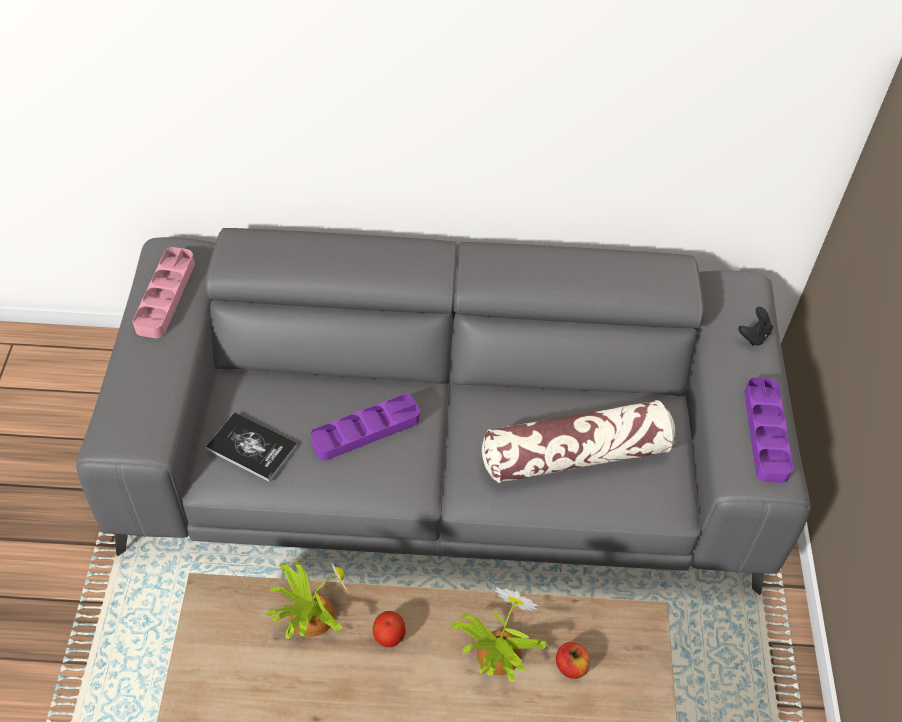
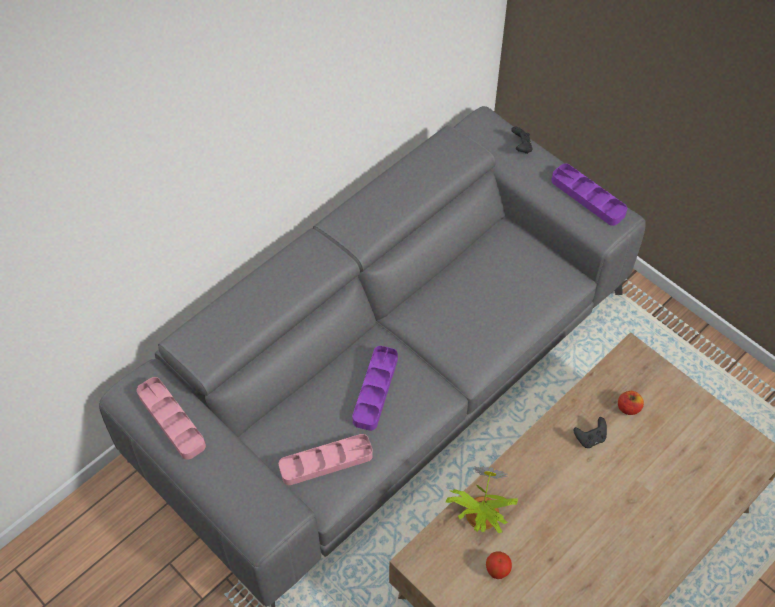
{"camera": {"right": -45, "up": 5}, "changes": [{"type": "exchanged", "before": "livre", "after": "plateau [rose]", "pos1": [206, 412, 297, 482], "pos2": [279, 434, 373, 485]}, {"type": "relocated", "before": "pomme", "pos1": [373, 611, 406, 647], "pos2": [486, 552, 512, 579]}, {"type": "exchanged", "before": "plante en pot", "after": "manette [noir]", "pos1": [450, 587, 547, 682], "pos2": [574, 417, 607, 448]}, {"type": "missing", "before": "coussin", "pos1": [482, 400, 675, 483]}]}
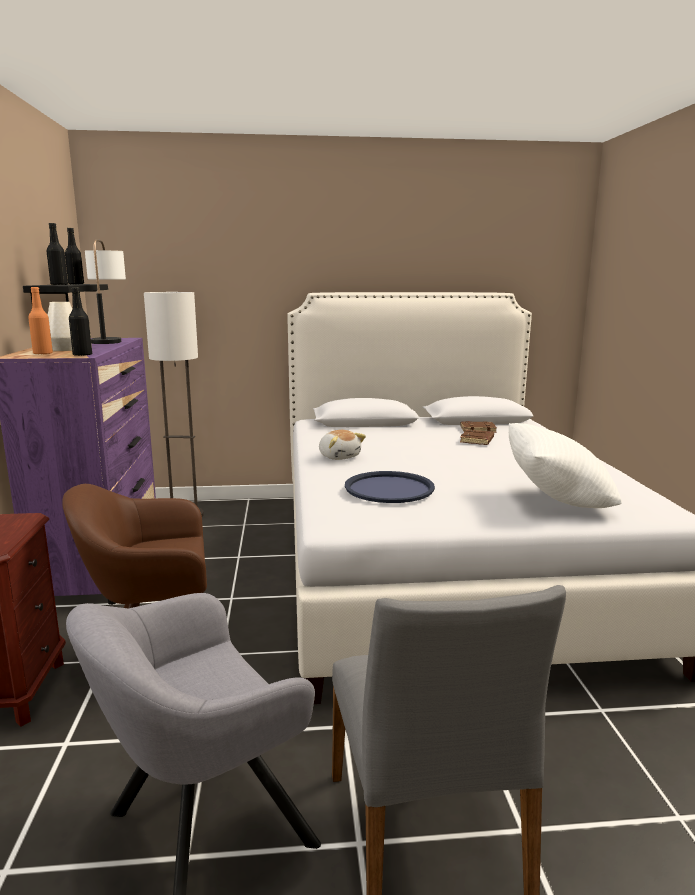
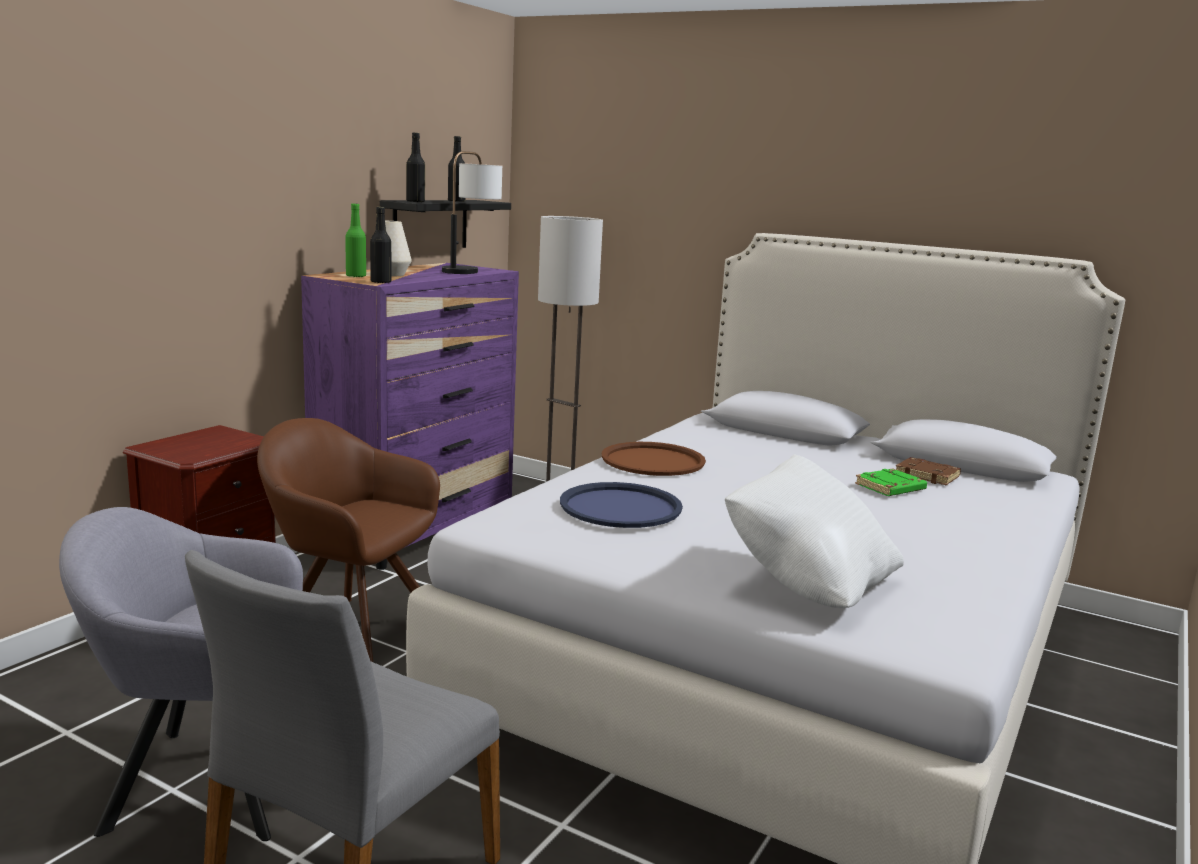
{"camera": {"right": 35, "up": 0}, "changes": [{"type": "colour", "before": "bouteille [orange]", "after": "bouteille [vert]", "pos1": [28, 287, 53, 355], "pos2": [345, 204, 366, 277]}, {"type": "exchanged", "before": "peluche", "after": "plateau [marron]", "pos1": [319, 430, 366, 460], "pos2": [602, 442, 706, 476]}, {"type": "colour", "before": "livre [marron]", "after": "livre [vert]", "pos1": [460, 429, 494, 445], "pos2": [855, 468, 927, 496]}]}
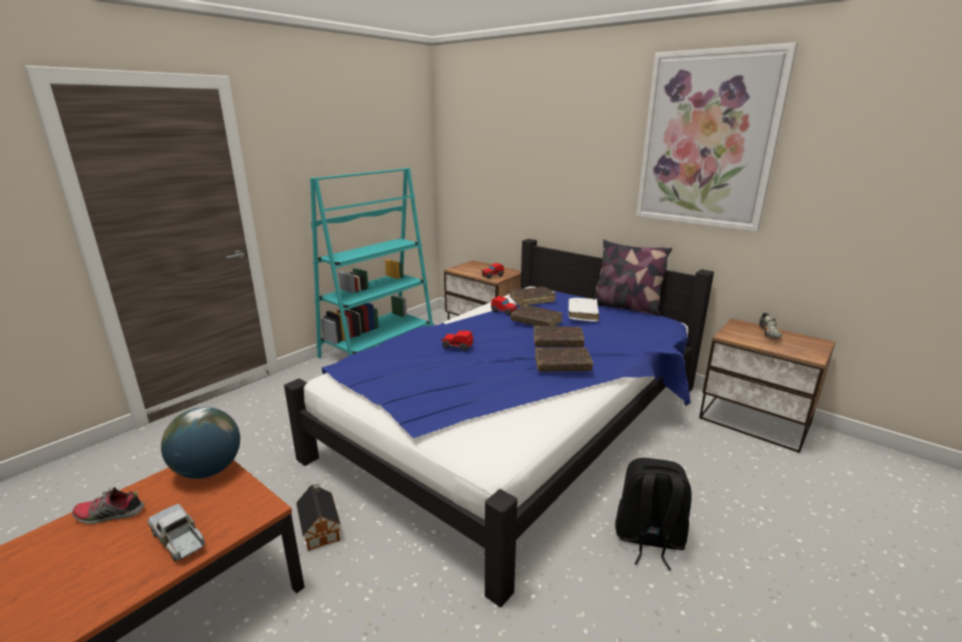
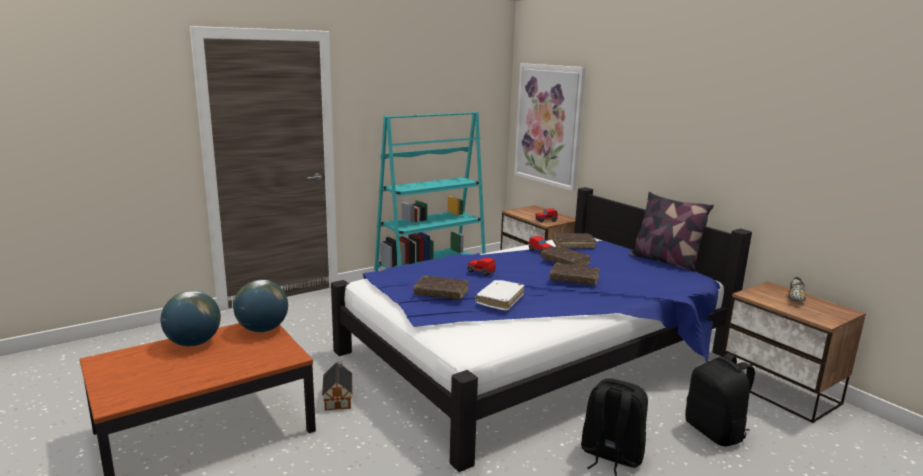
{"camera": {"right": 15, "up": -5}, "changes": [{"type": "exchanged", "before": "chaussure", "after": "globe", "pos1": [72, 486, 145, 524], "pos2": [161, 291, 221, 346]}, {"type": "missing", "before": "camion jouet", "pos1": [148, 504, 205, 561]}, {"type": "relocated", "before": "livre [marron]", "pos1": [535, 347, 593, 372], "pos2": [414, 275, 469, 300]}, {"type": "relocated", "before": "livre [blanc]", "pos1": [568, 298, 599, 322], "pos2": [475, 280, 524, 311]}, {"type": "relocated", "before": "tableau", "pos1": [636, 42, 798, 232], "pos2": [514, 63, 586, 191]}, {"type": "appeared", "after": "sac à dos [noir]", "pos2": [685, 353, 755, 446]}]}
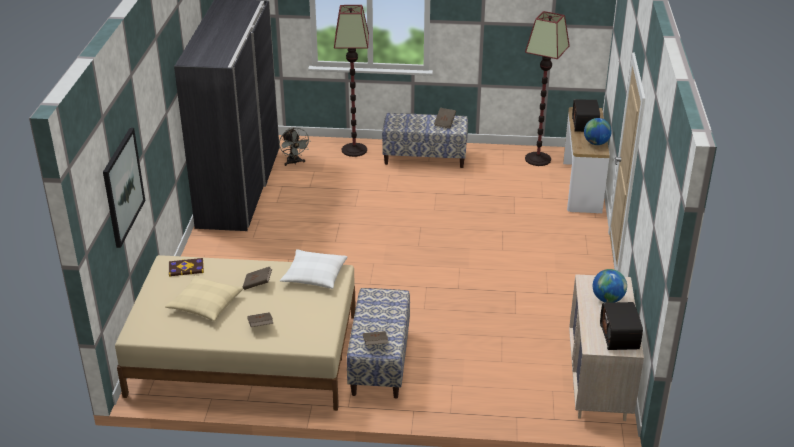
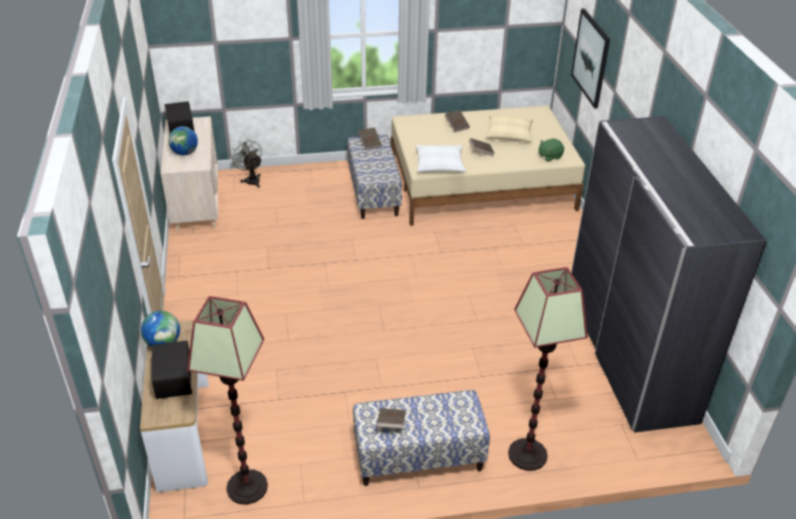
{"camera": {"right": 165, "up": 5}, "changes": [{"type": "exchanged", "before": "livre", "after": "peluche [vert]", "pos1": [169, 258, 204, 277], "pos2": [538, 138, 564, 162]}, {"type": "relocated", "before": "ventilateur [gris]", "pos1": [279, 128, 310, 166], "pos2": [232, 138, 262, 188]}]}
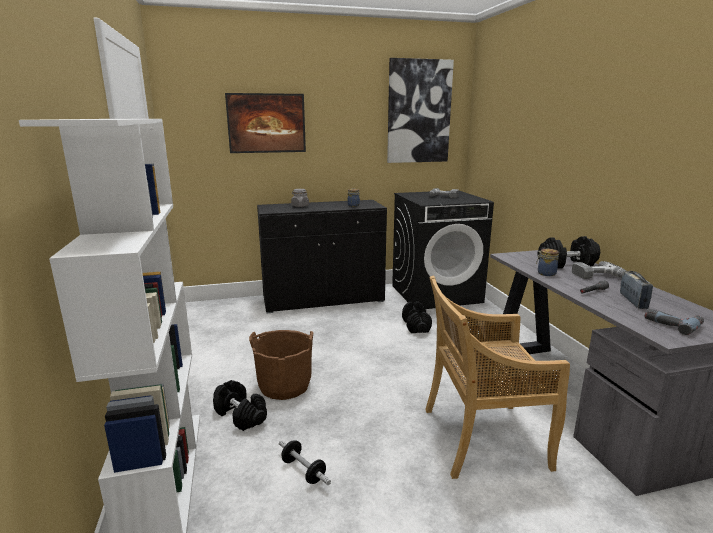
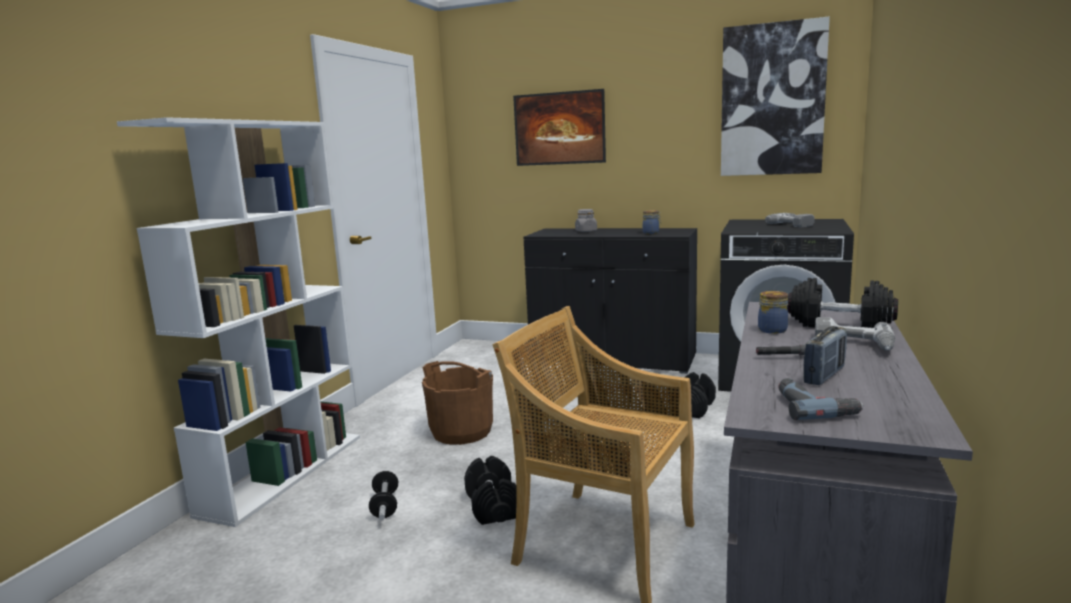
{"camera": {"right": 35, "up": -5}, "changes": [{"type": "relocated", "before": "haltère [noir]", "pos1": [213, 380, 267, 431], "pos2": [464, 456, 517, 525]}]}
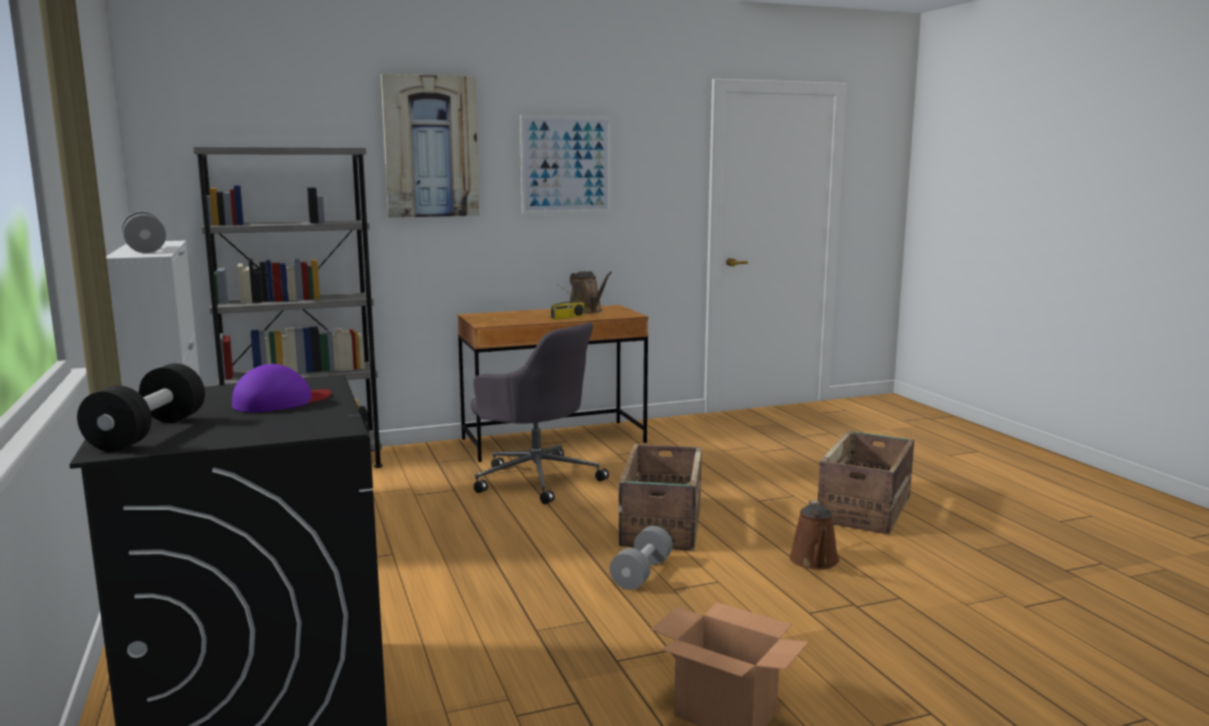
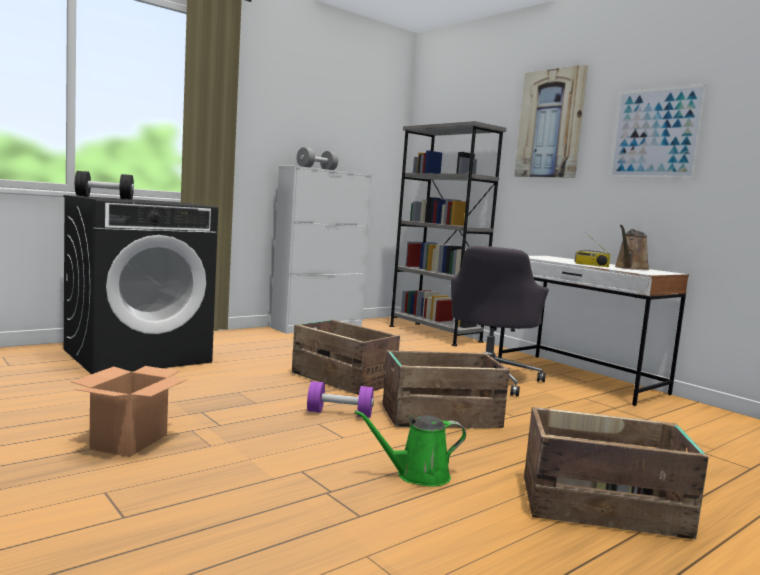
{"camera": {"right": 70, "up": -5}, "changes": [{"type": "missing", "before": "casquette [violet]", "pos1": [232, 364, 331, 413]}, {"type": "colour", "before": "bureau [marron]", "after": "bureau [blanc]", "pos1": [457, 305, 648, 462], "pos2": [498, 256, 689, 406]}, {"type": "colour", "before": "haltère [gris]", "after": "haltère [violet]", "pos1": [610, 526, 672, 590], "pos2": [307, 381, 374, 418]}, {"type": "colour", "before": "arrosoir [marron]", "after": "arrosoir [vert]", "pos1": [789, 501, 840, 570], "pos2": [355, 410, 466, 487]}, {"type": "appeared", "after": "caisse", "pos2": [292, 320, 400, 395]}]}
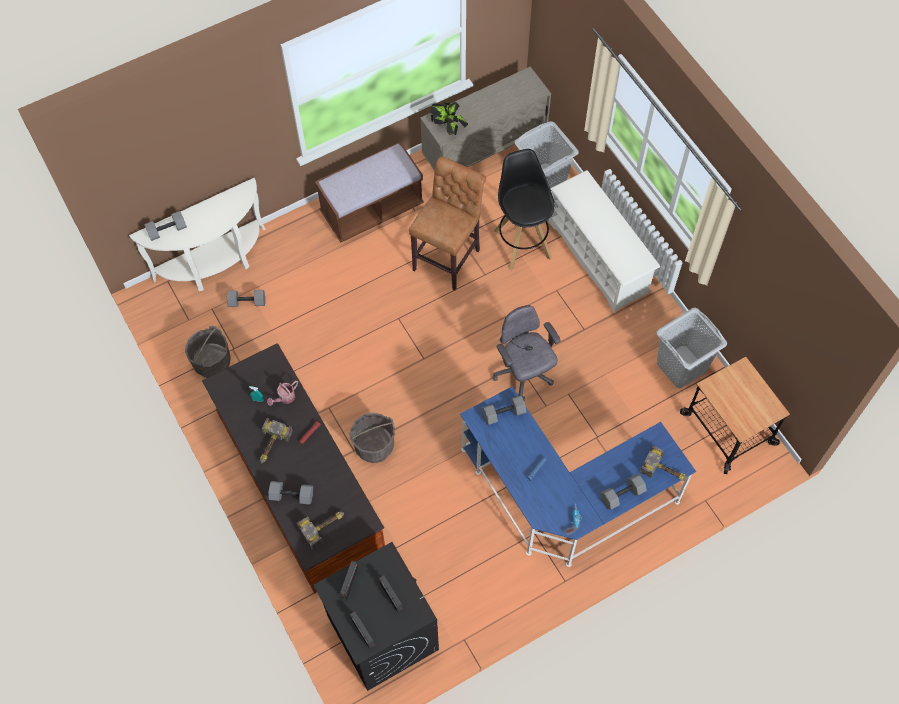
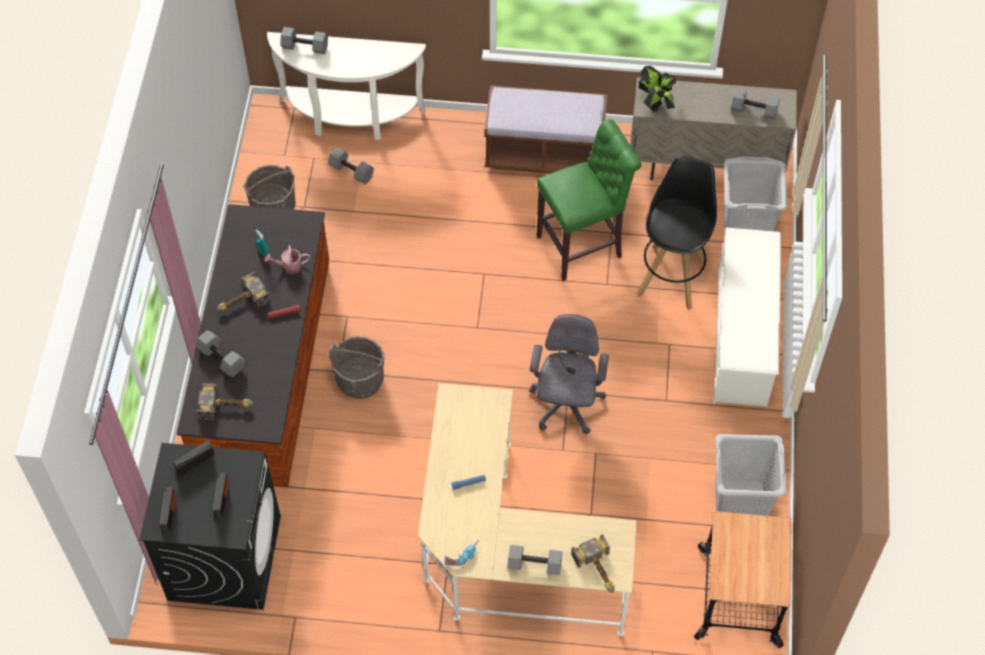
{"camera": {"right": 35, "up": -5}, "changes": [{"type": "colour", "before": "tabouret [marron]", "after": "tabouret [vert]", "pos1": [409, 156, 486, 291], "pos2": [537, 119, 641, 281]}, {"type": "colour", "before": "bureau [bleu]", "after": "bureau [beige]", "pos1": [460, 386, 696, 567], "pos2": [418, 383, 637, 636]}, {"type": "relocated", "before": "haltère [gris]", "pos1": [482, 396, 527, 425], "pos2": [731, 89, 780, 120]}]}
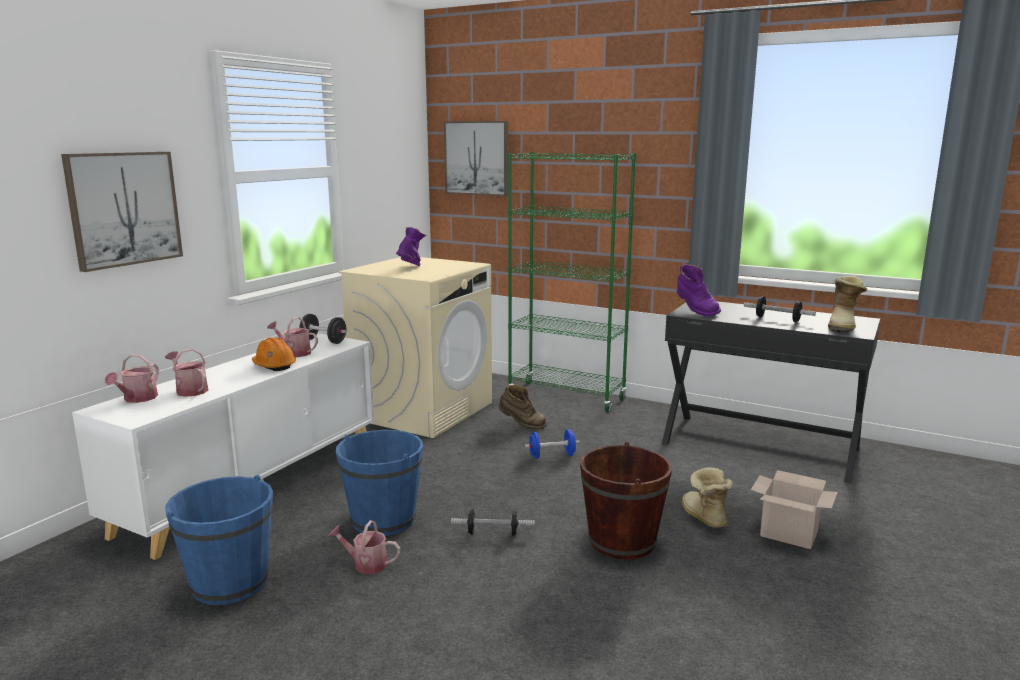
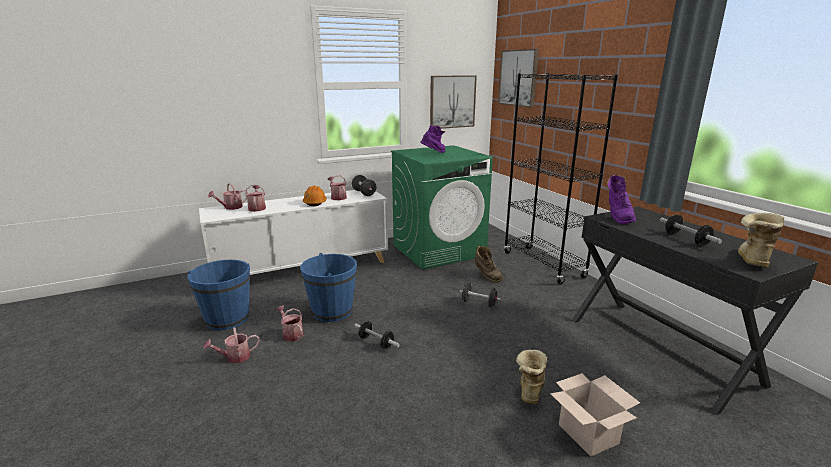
{"camera": {"right": 35, "up": 5}, "changes": [{"type": "relocated", "before": "tableau", "pos1": [61, 152, 183, 272], "pos2": [430, 75, 477, 129]}, {"type": "colour", "before": "lave-linge [beige]", "after": "lave-linge [vert]", "pos1": [338, 257, 492, 438], "pos2": [391, 145, 493, 270]}, {"type": "colour", "before": "bibliothèque [vert]", "after": "bibliothèque [noir]", "pos1": [507, 152, 636, 413], "pos2": [504, 73, 618, 284]}, {"type": "colour", "before": "haltère [bleu]", "after": "haltère [noir]", "pos1": [525, 429, 580, 459], "pos2": [459, 283, 500, 308]}, {"type": "missing", "before": "seau [marron]", "pos1": [580, 442, 672, 560]}, {"type": "spun", "before": "botte", "pos1": [828, 276, 867, 332], "pos2": [738, 213, 784, 268], "turn": 150}, {"type": "appeared", "after": "arrosoir", "pos2": [203, 327, 260, 363]}]}
